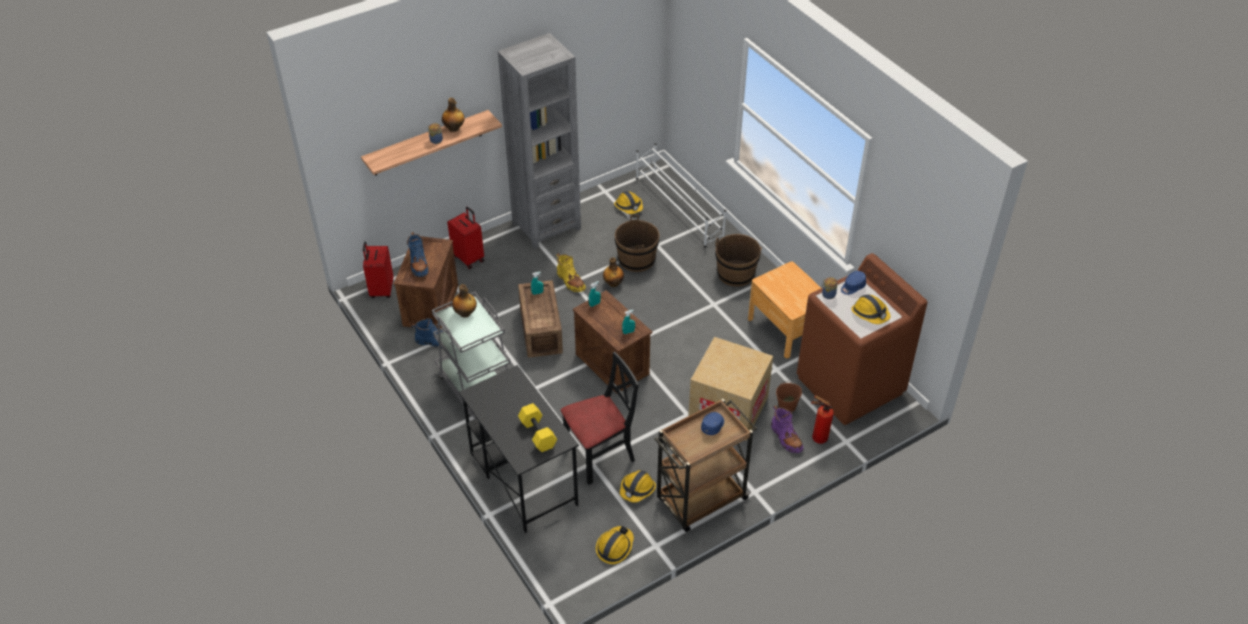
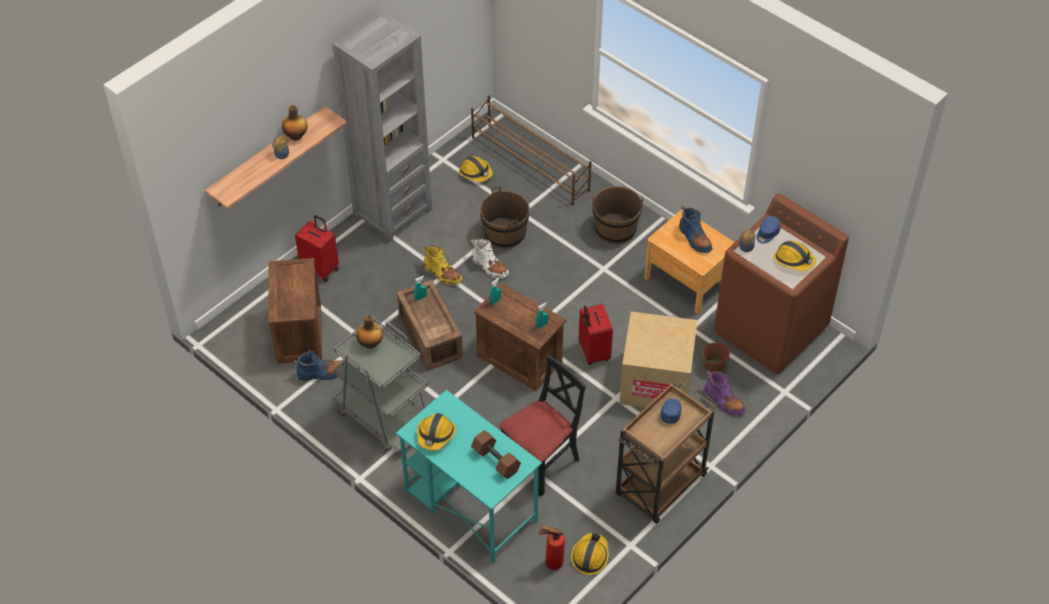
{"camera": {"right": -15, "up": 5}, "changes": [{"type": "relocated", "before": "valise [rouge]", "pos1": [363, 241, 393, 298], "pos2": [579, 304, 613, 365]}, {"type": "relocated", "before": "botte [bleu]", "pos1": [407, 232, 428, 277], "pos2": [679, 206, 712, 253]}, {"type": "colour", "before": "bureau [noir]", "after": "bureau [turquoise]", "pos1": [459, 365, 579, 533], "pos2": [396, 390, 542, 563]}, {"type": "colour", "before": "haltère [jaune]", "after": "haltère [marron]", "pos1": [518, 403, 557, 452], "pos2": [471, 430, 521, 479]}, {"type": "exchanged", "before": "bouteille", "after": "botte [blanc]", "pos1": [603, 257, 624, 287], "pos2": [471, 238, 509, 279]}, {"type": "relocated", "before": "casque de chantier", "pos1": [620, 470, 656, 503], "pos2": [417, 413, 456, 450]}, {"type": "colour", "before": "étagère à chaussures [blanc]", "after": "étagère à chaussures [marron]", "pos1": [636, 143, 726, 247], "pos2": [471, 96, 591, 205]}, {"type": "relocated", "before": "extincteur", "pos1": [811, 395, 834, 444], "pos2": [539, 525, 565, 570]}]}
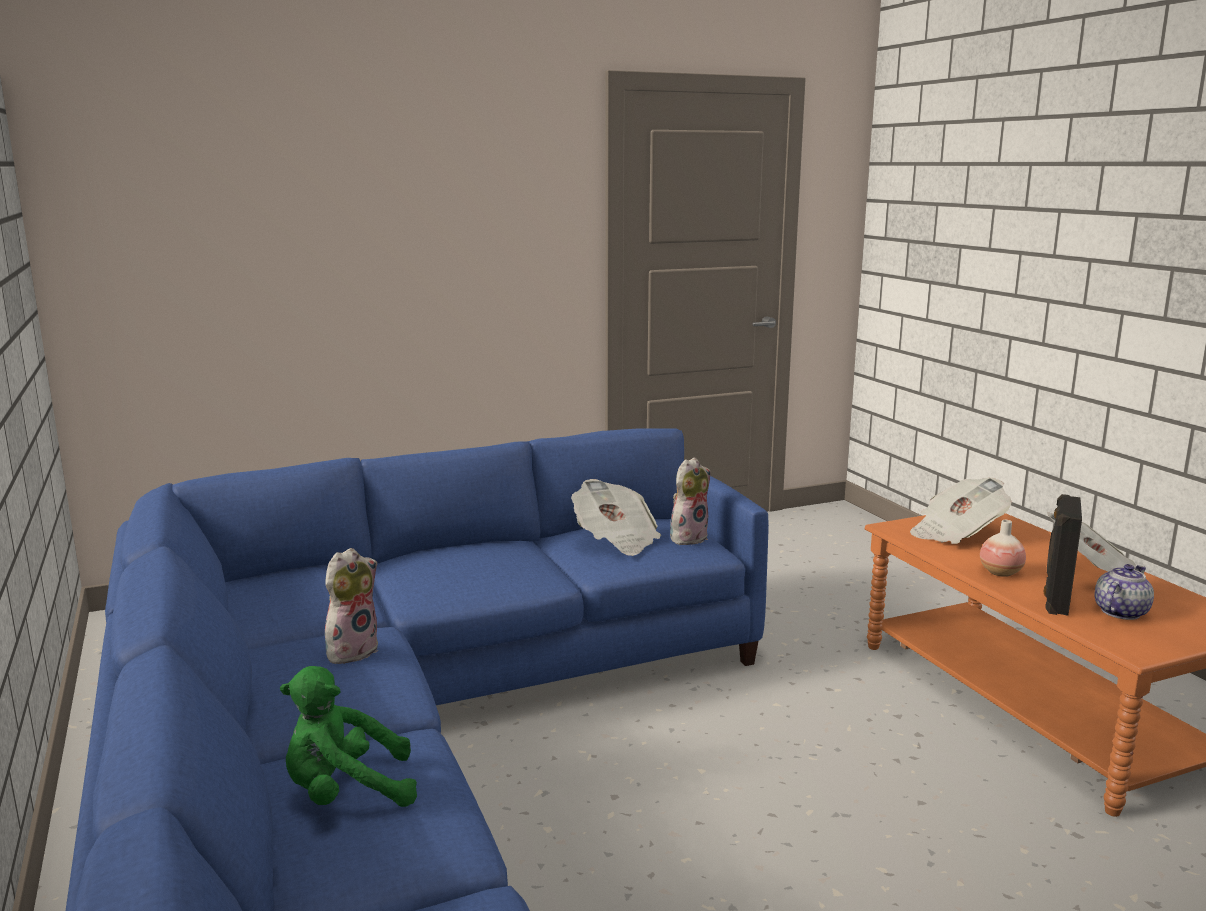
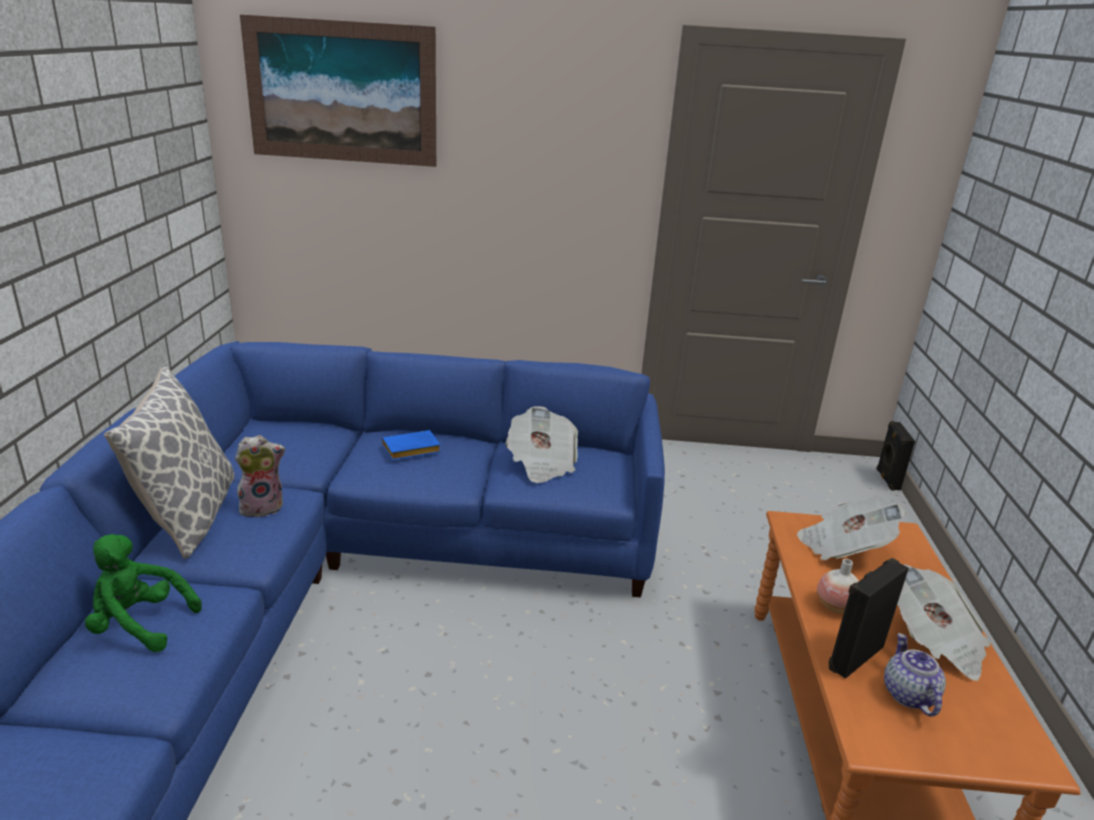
{"camera": {"right": 25, "up": 10}, "changes": [{"type": "missing", "before": "peluche", "pos1": [670, 457, 711, 545]}, {"type": "spun", "before": "théière", "pos1": [1095, 564, 1154, 620], "pos2": [884, 633, 946, 716], "turn": -75}, {"type": "appeared", "after": "coussin", "pos2": [104, 367, 235, 559]}, {"type": "appeared", "after": "tableau", "pos2": [240, 15, 436, 167]}, {"type": "appeared", "after": "livre [bleu]", "pos2": [382, 430, 441, 460]}, {"type": "appeared", "after": "enceinte [noir]", "pos2": [876, 421, 915, 491]}]}
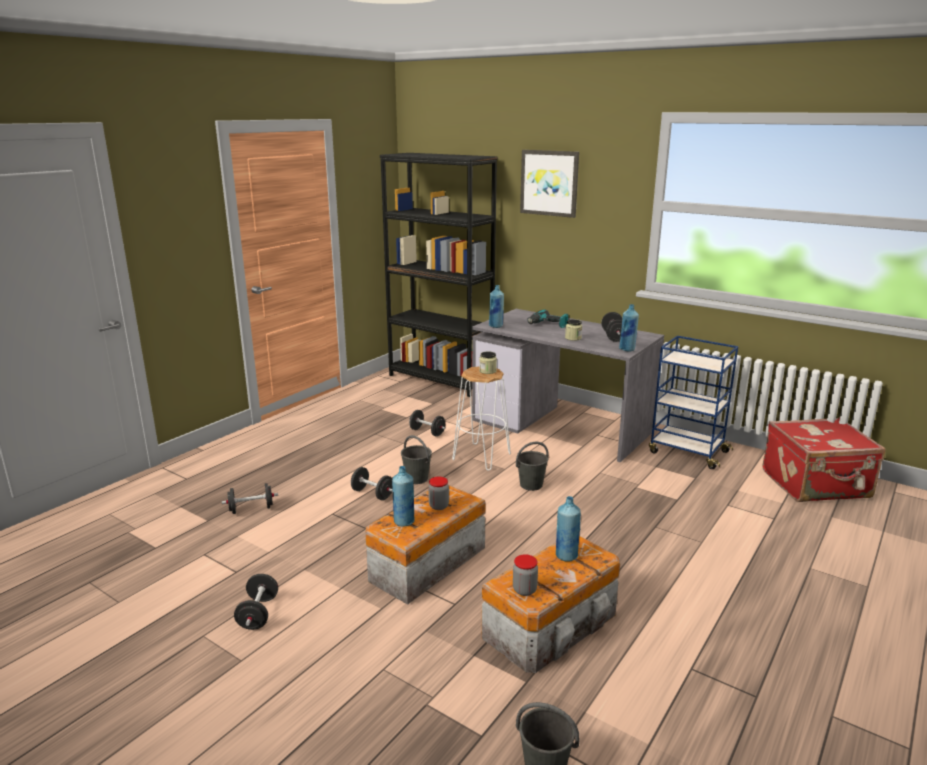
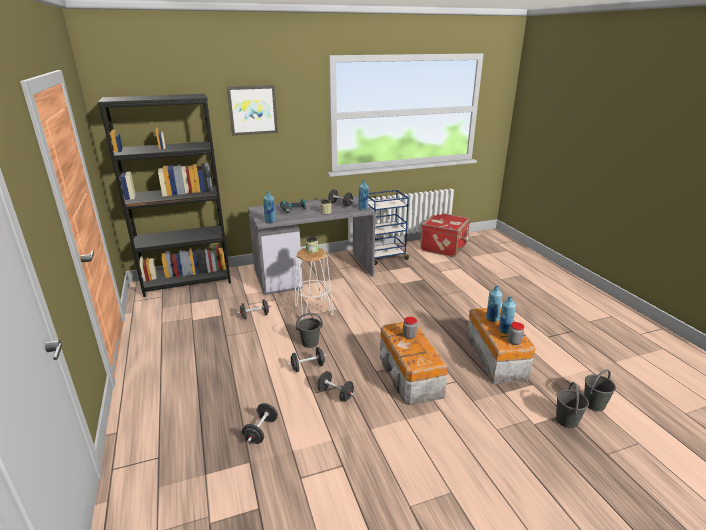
{"camera": {"right": -55, "up": 5}, "changes": [{"type": "relocated", "before": "haltère [noir]", "pos1": [234, 574, 278, 630], "pos2": [318, 371, 354, 402]}, {"type": "relocated", "before": "bouteille [bleu]", "pos1": [392, 466, 414, 527], "pos2": [499, 296, 516, 334]}, {"type": "relocated", "before": "seau [gris]", "pos1": [516, 442, 549, 491], "pos2": [556, 382, 589, 428]}]}
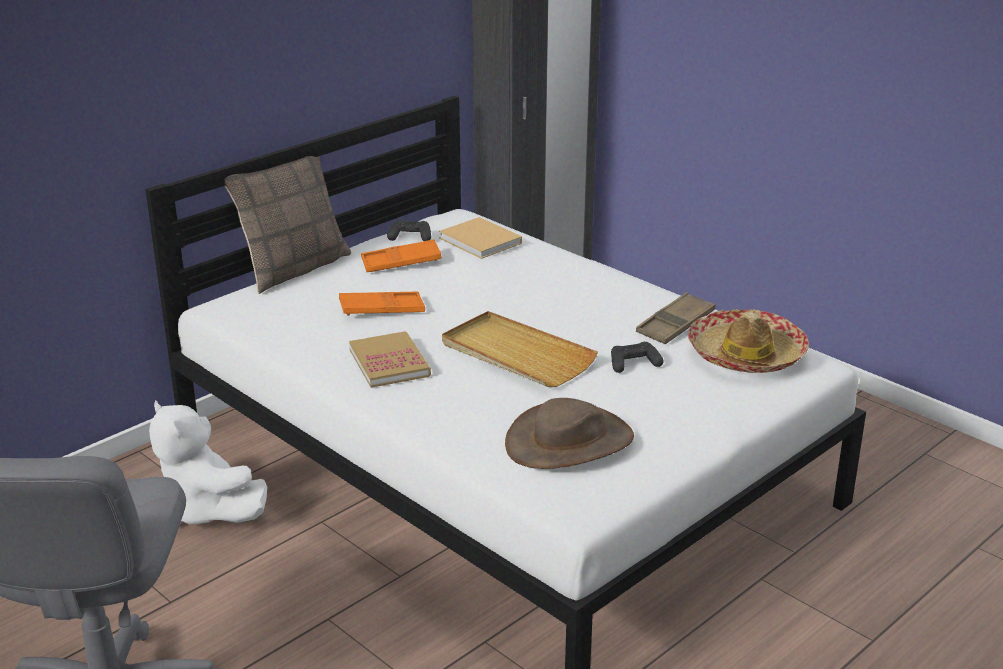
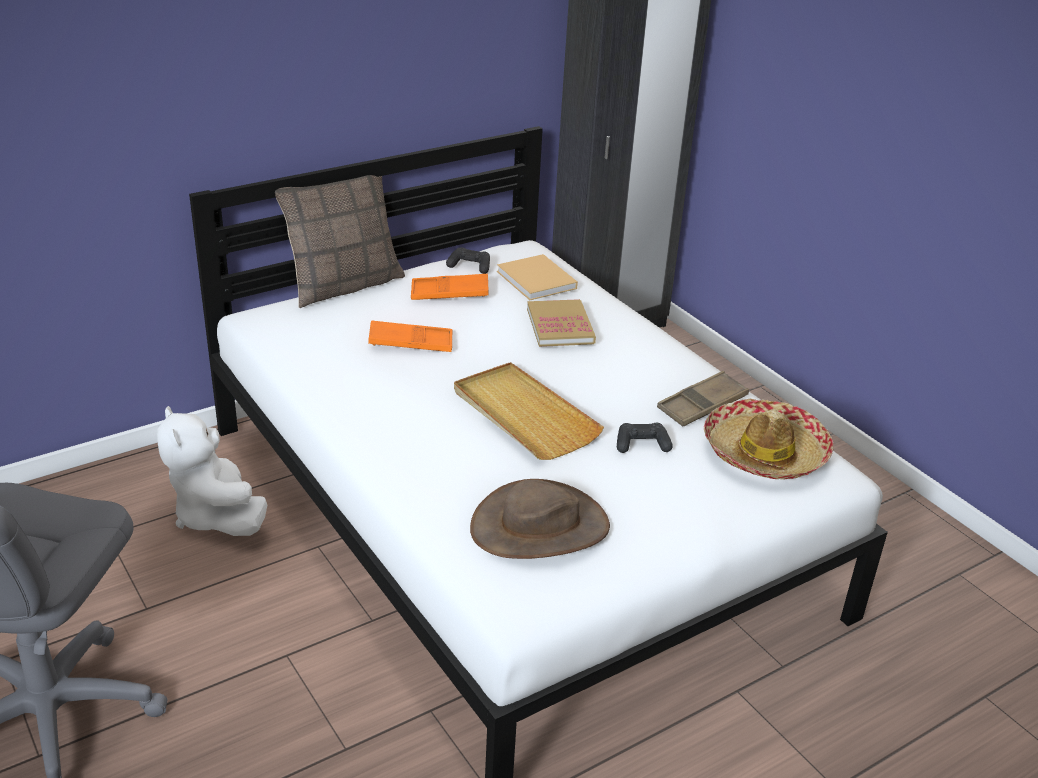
{"camera": {"right": 10, "up": 5}, "changes": [{"type": "relocated", "before": "livre", "pos1": [349, 331, 431, 388], "pos2": [527, 299, 596, 347]}]}
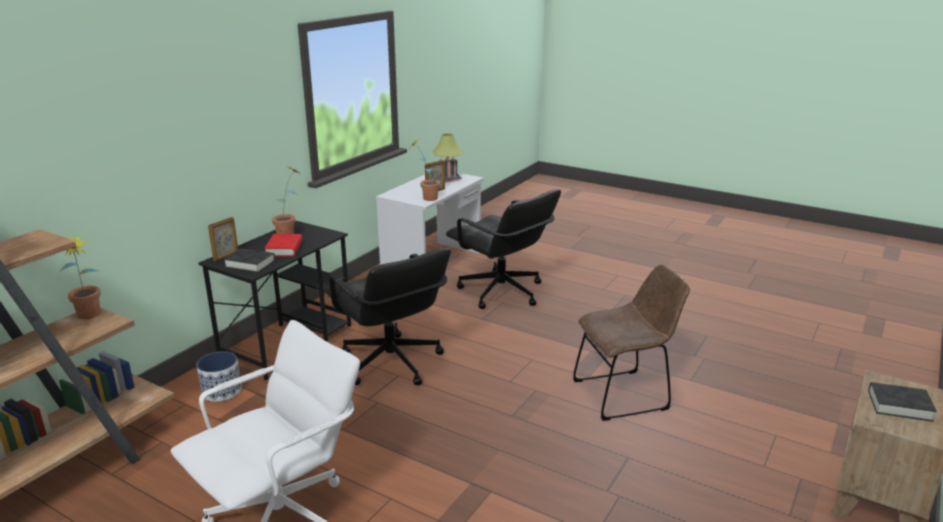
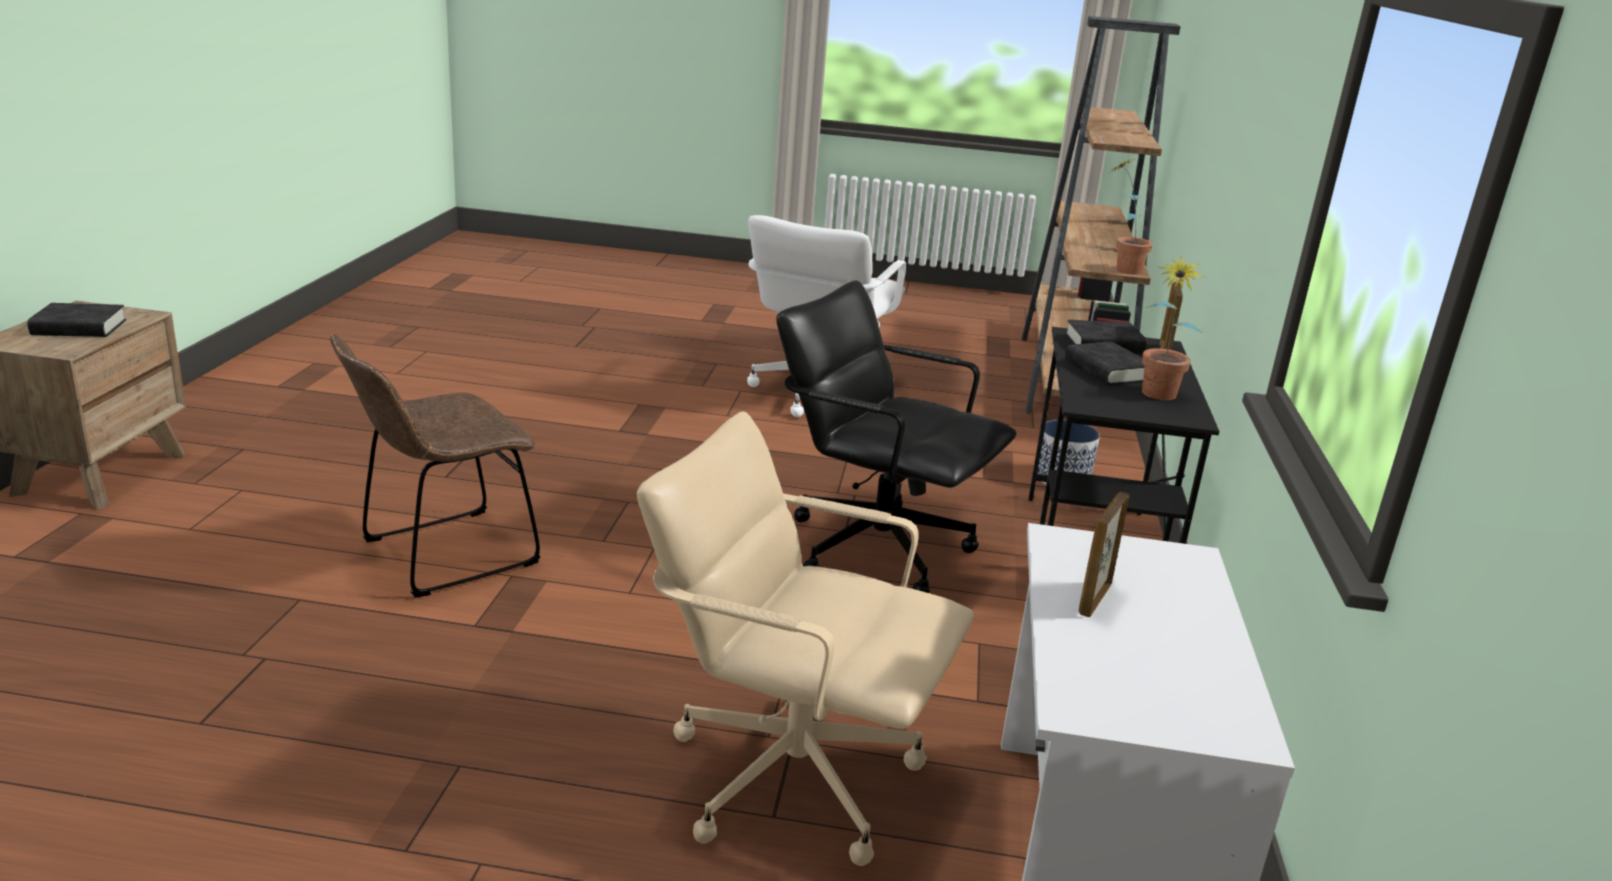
{"camera": {"right": 155, "up": 0}, "changes": [{"type": "colour", "before": "livre [rouge]", "after": "livre [noir]", "pos1": [264, 234, 303, 257], "pos2": [1065, 341, 1145, 385]}, {"type": "missing", "before": "plante en pot", "pos1": [409, 139, 440, 201]}, {"type": "missing", "before": "lampe de table", "pos1": [432, 133, 464, 182]}, {"type": "colour", "before": "chaise de bureau [noir]", "after": "chaise de bureau [beige]", "pos1": [446, 189, 561, 309], "pos2": [637, 411, 974, 866]}]}
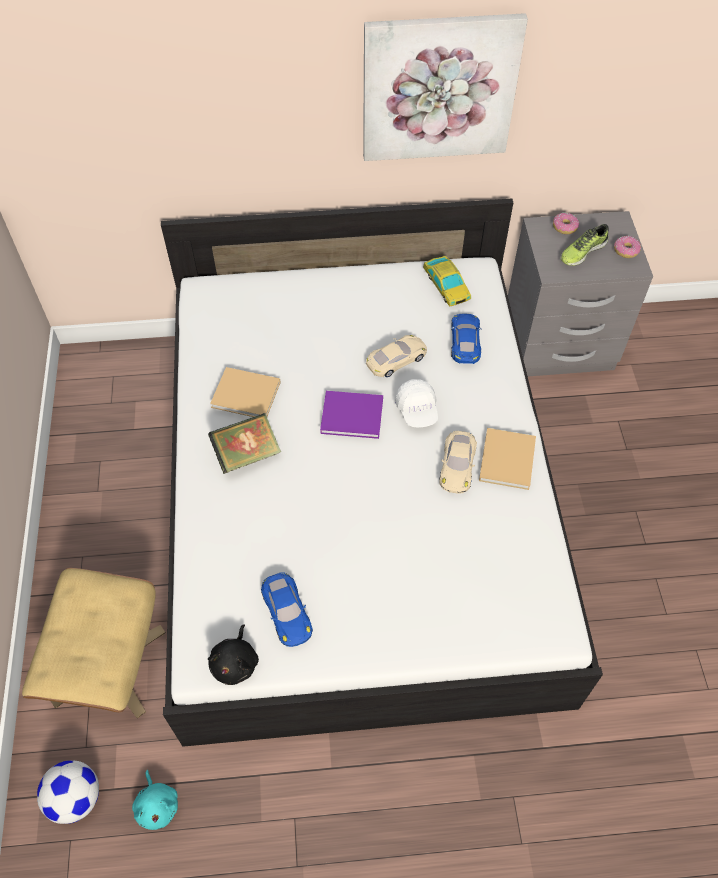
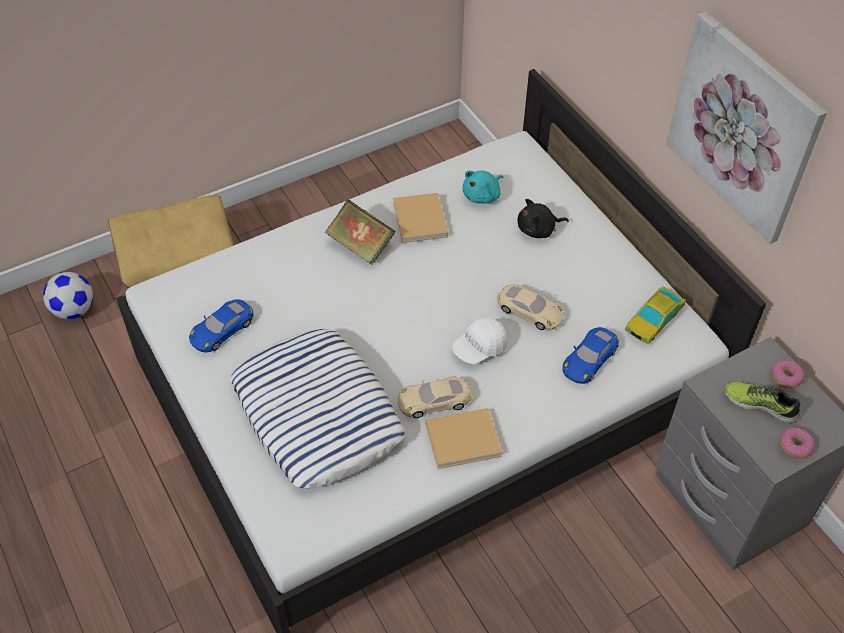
{"camera": {"right": 65, "up": -5}, "changes": [{"type": "relocated", "before": "peluche [turquoise]", "pos1": [132, 770, 178, 830], "pos2": [462, 170, 503, 204]}, {"type": "relocated", "before": "peluche [noir]", "pos1": [208, 624, 259, 685], "pos2": [518, 199, 569, 238]}, {"type": "missing", "before": "livre [violet]", "pos1": [320, 391, 383, 439]}, {"type": "spun", "before": "petite voiture [bleu]", "pos1": [451, 314, 482, 364], "pos2": [562, 327, 619, 384], "turn": 150}, {"type": "appeared", "after": "coussin", "pos2": [231, 329, 405, 489]}]}
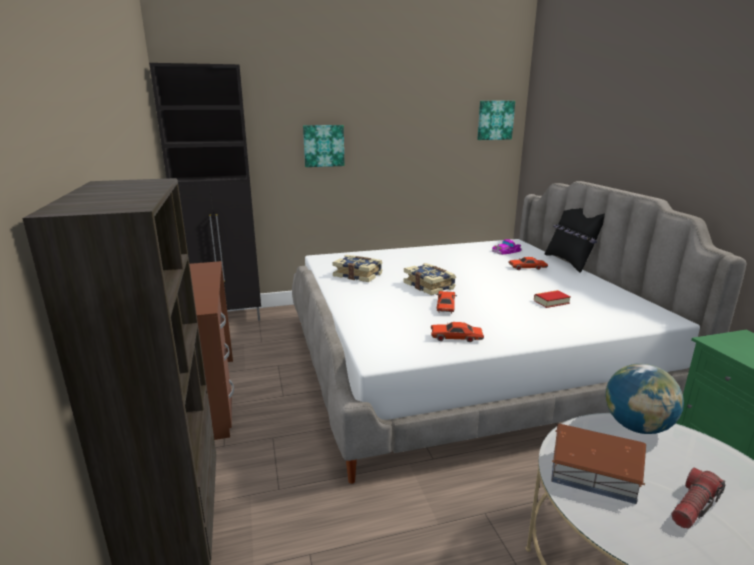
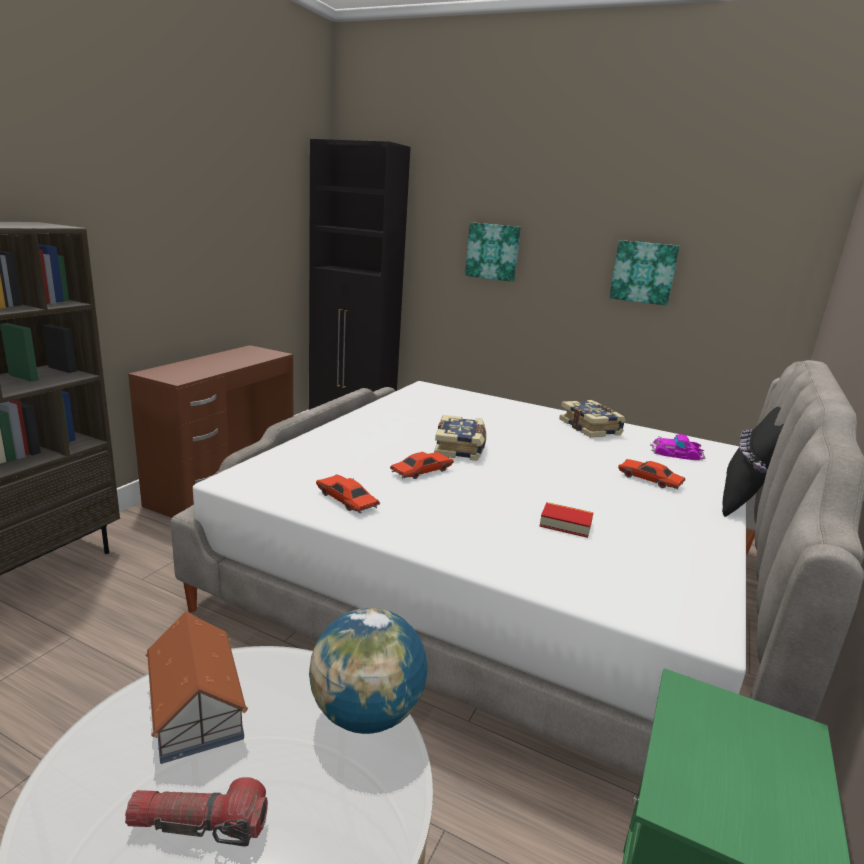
{"camera": {"right": 40, "up": 0}, "changes": [{"type": "relocated", "before": "livre", "pos1": [332, 255, 382, 282], "pos2": [559, 400, 625, 438]}, {"type": "relocated", "before": "tableau", "pos1": [477, 101, 515, 140], "pos2": [609, 240, 680, 306]}]}
